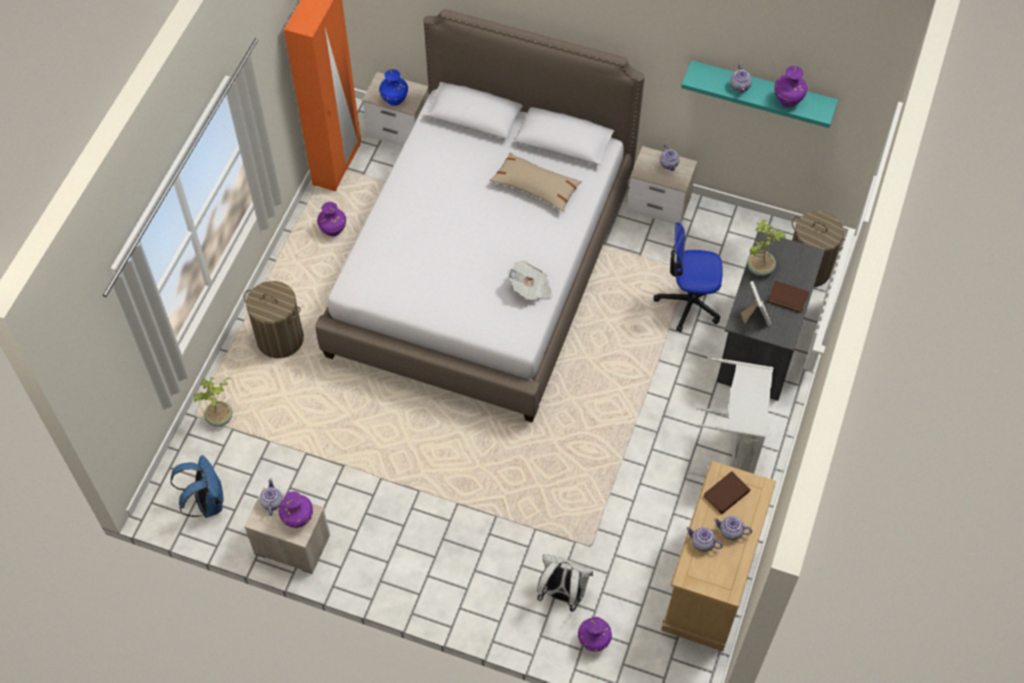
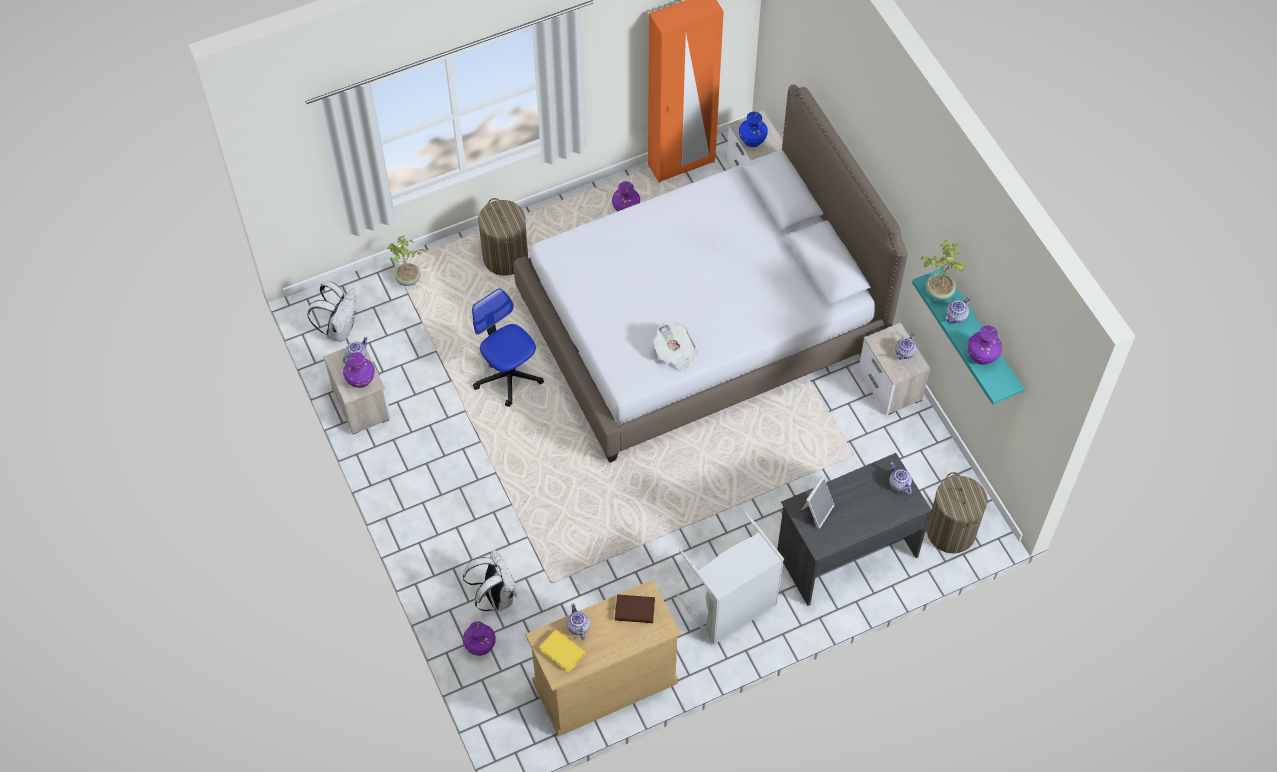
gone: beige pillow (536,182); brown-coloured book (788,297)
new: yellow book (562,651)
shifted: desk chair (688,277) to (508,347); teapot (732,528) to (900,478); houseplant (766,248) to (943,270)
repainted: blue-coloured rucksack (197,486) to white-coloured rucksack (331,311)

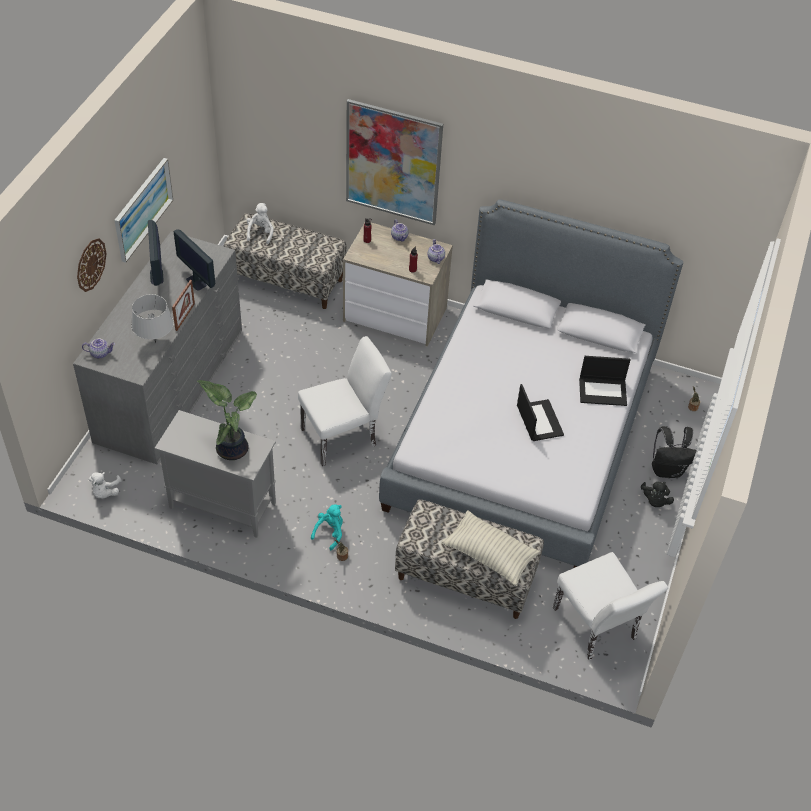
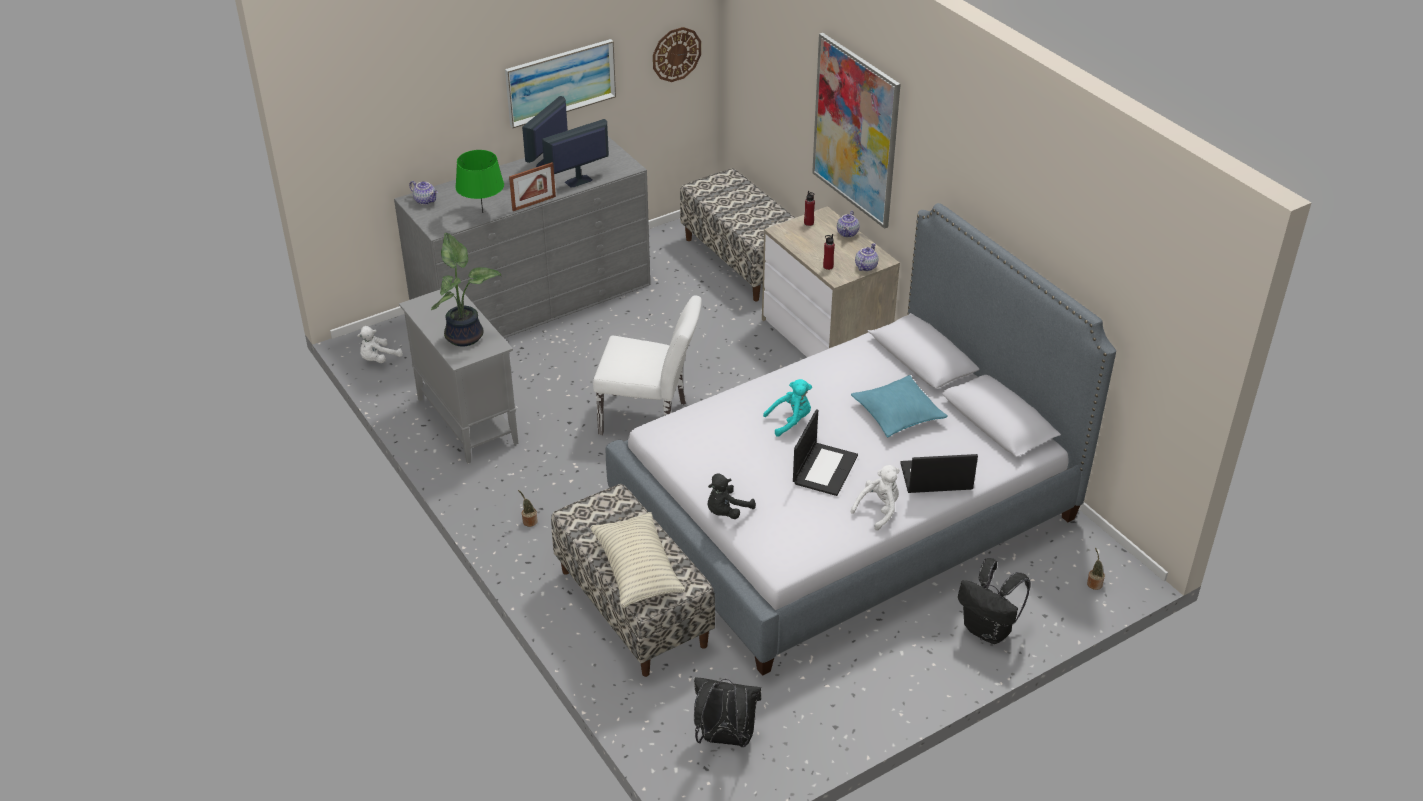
new: turquoise-coloured pillow (899,406)
shifted: wall clock (92,265) to (677,54); white-coloured plush toy (260,223) to (875,498); turquoise-coloured plush toy (327,527) to (787,408); blackish plush toy (657,494) to (732,496)
swapped: white-coloured chair (610,606) to blackish rucksack (727,712)
repainted: greyish lamp for a table (152,318) to greenish lamp for a table (479,181)
rotated: monitor (194,260) = (575,153) 60 degrees clockwise; laptop (604,381) = (939,473) 135 degrees clockwise

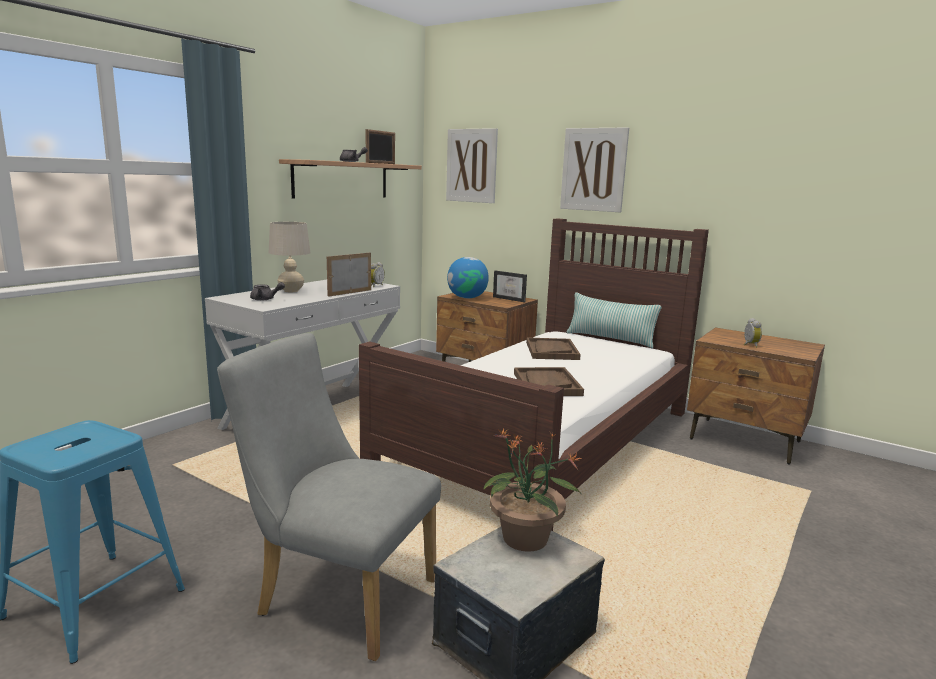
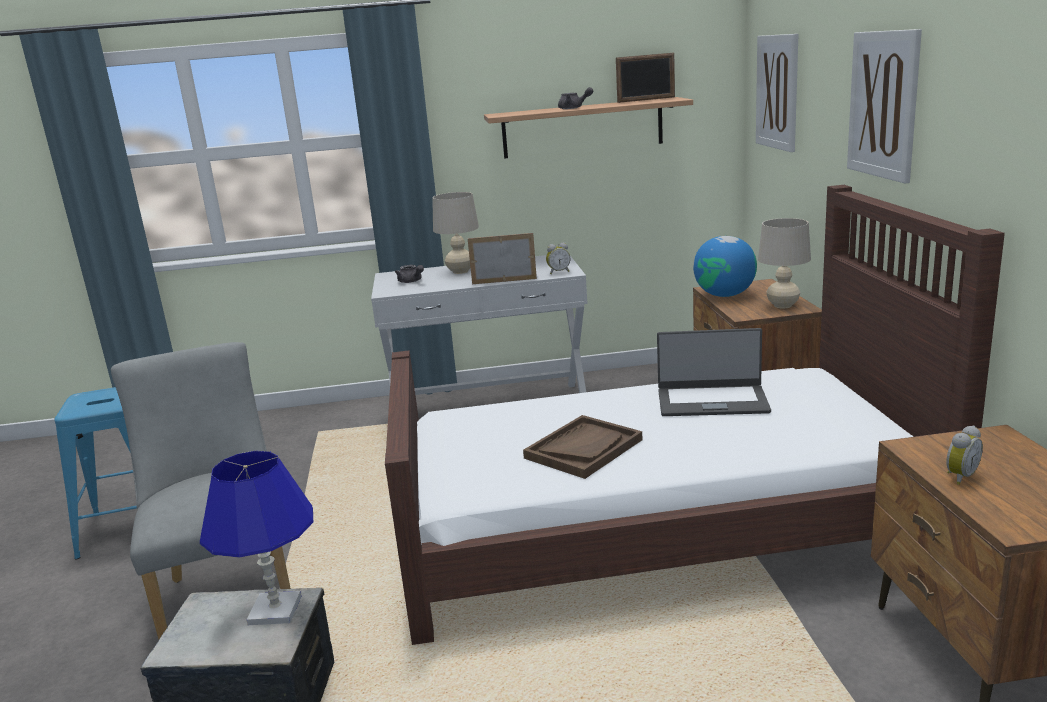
gone: pillow (613,320)
swapped: houseplant (533,490) to blue-coloured lamp for a table (256,538); standing frame (510,286) to beige lamp for a table (784,263); brown-coloured carrying tray (553,348) to laptop (714,372)

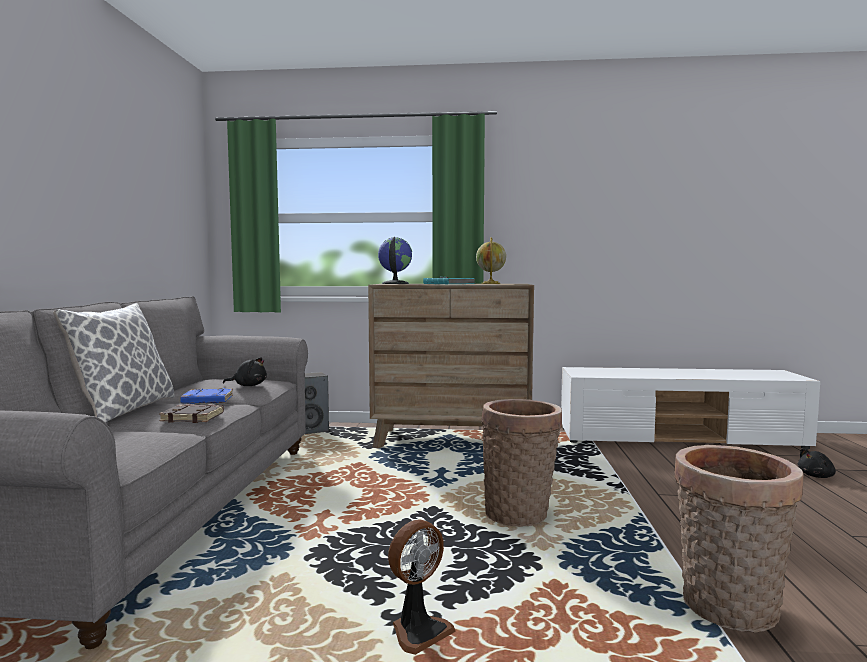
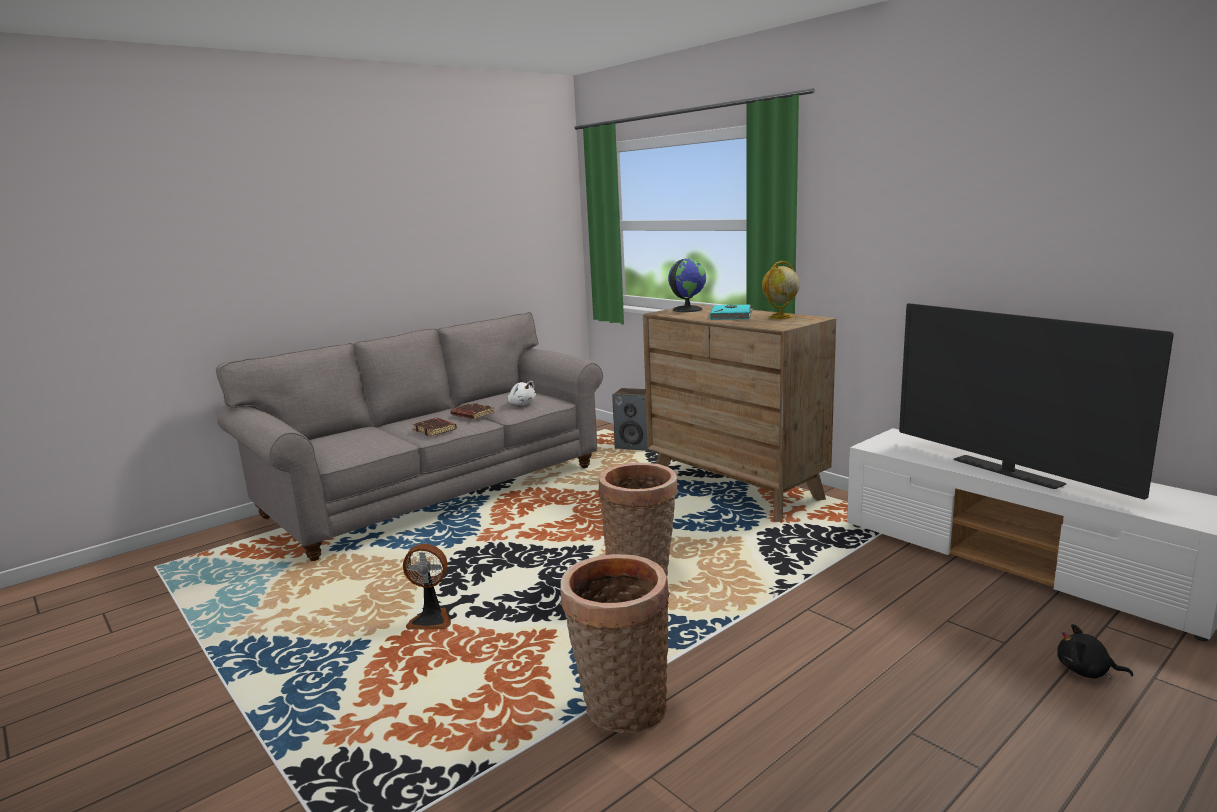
gone: pillow (114,363)
new: TV (1036,401)
repainted: blue-coloured book (206,396) to brown-coloured book (472,411); blackish plush toy (245,371) to white-coloured plush toy (522,393)

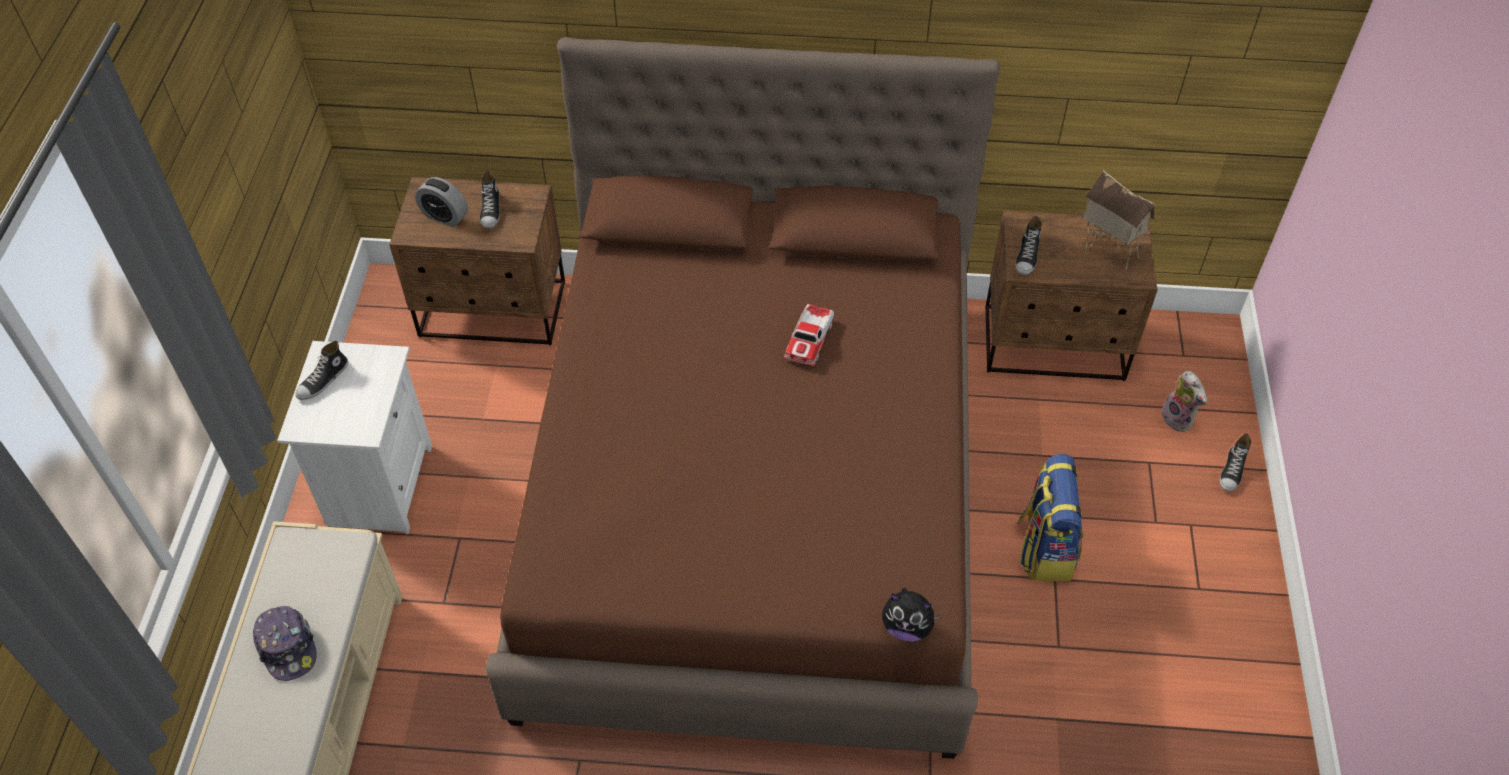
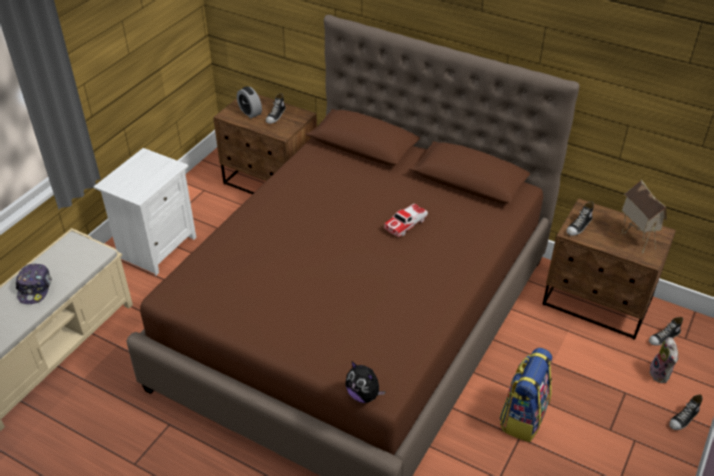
shifted: shoe (321,370) to (666,331)

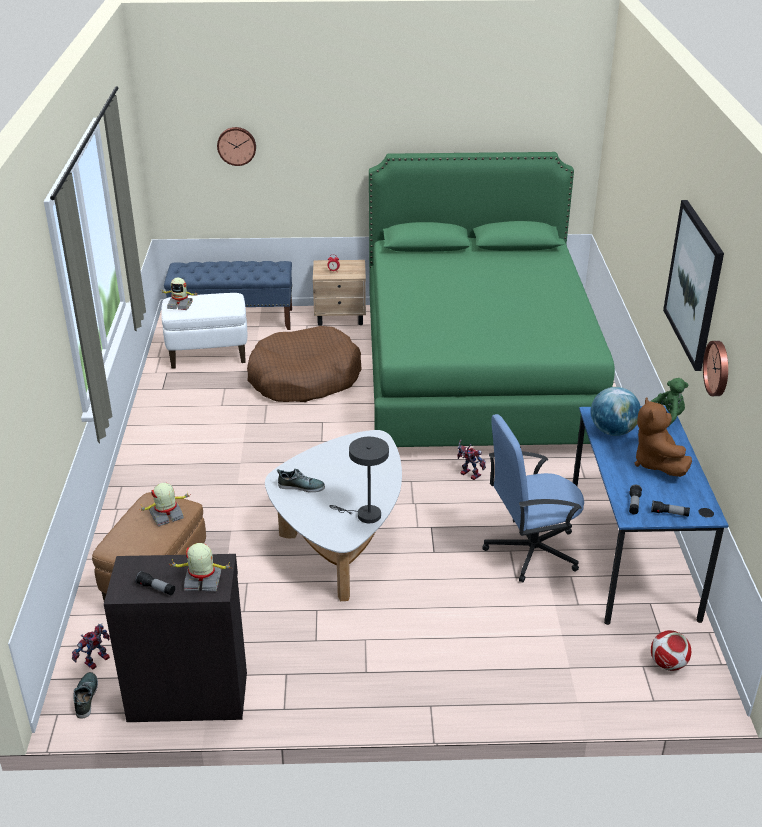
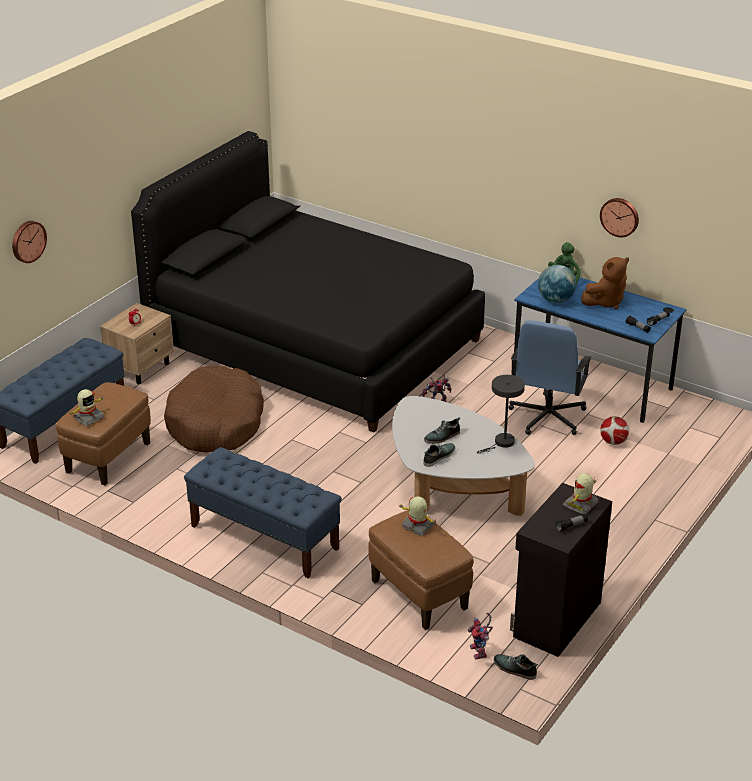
gone: wall art (693,285)
new: blue-coloured long seat (263,512); shoe (442,430)
shifted: football (671,650) to (614,430)
repainted: white-coloured pouffe (204,331) to brown-coloured pouffe (103,433); greenish bed (492,299) to blackish bed (308,281)
rotated: robot figure (164,504) = (417,516) 120 degrees clockwise; brown-coloured plush toy (663,437) = (605,283) 60 degrees counterclockwise

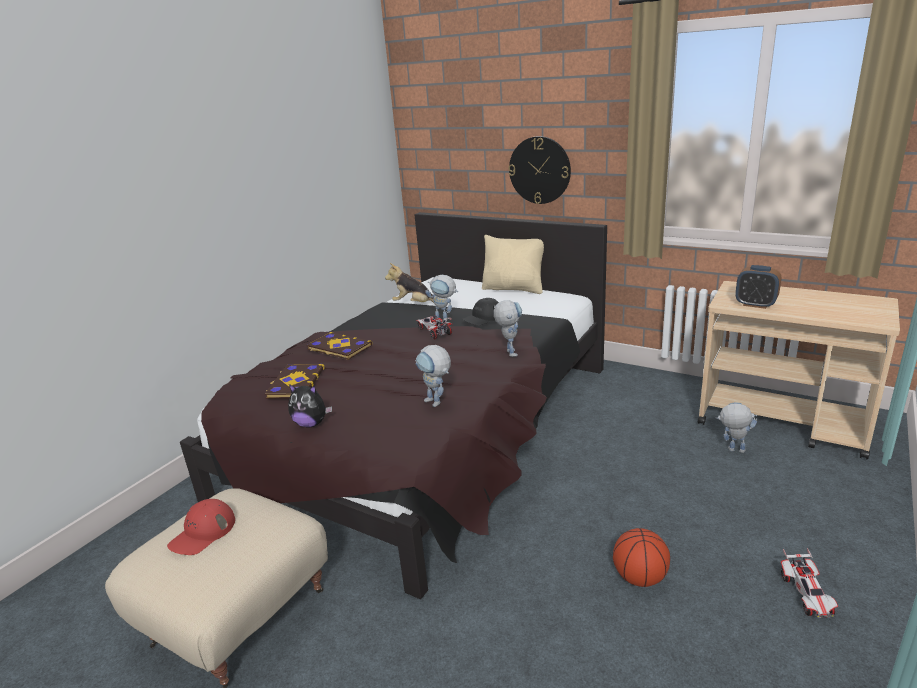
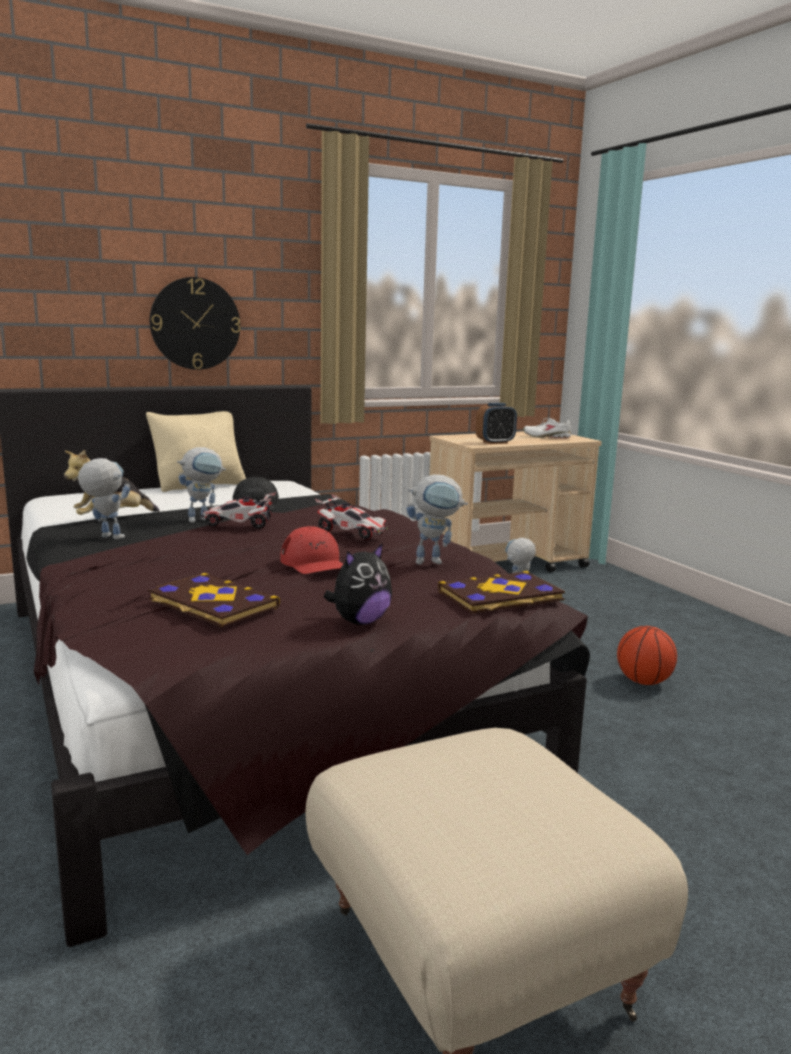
new: white-coloured shoe (547,428)
shifted: red-coloured cap (201,527) to (311,550); book (339,346) to (501,592); robot figure (508,328) to (104,498); toy car (809,583) to (351,517)

